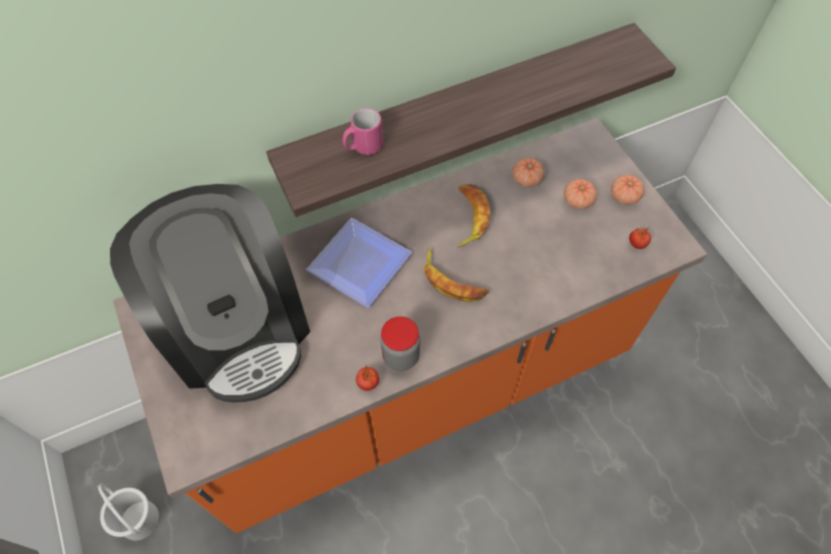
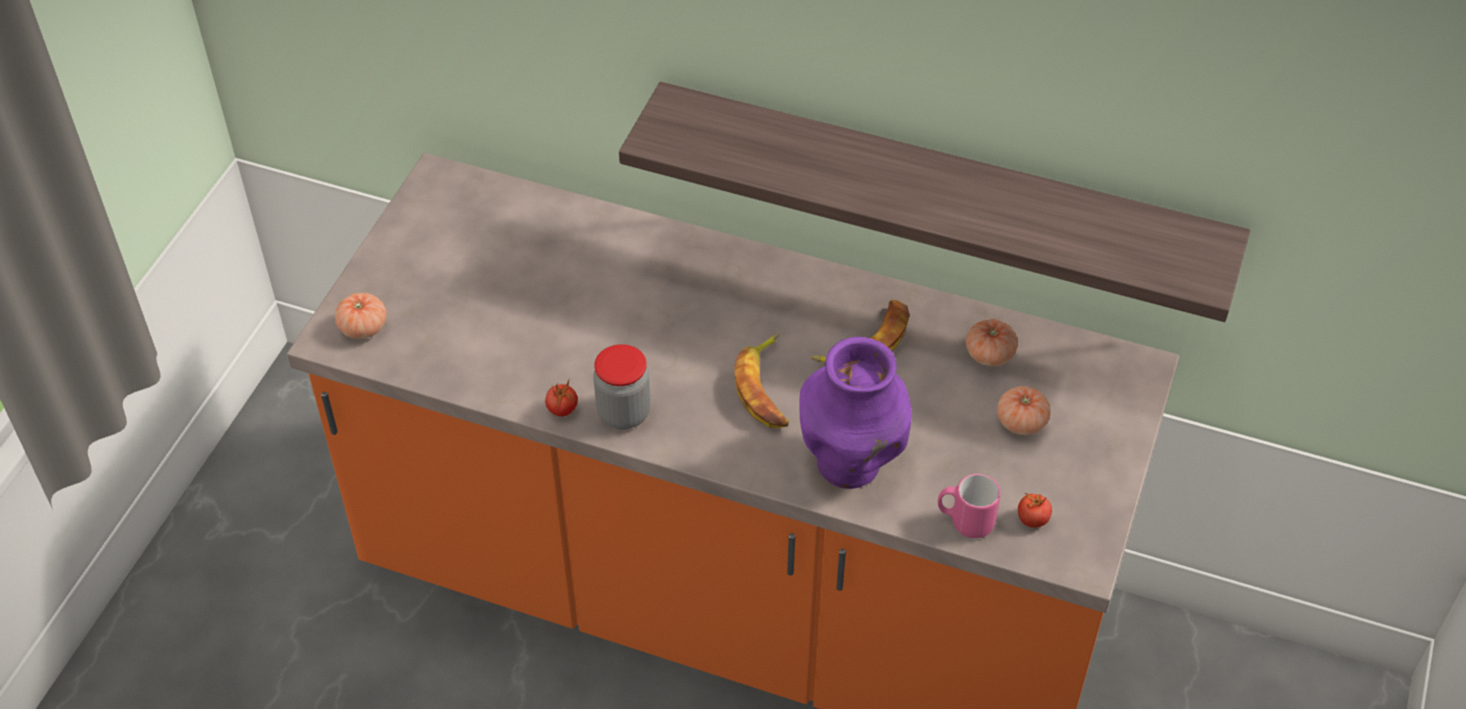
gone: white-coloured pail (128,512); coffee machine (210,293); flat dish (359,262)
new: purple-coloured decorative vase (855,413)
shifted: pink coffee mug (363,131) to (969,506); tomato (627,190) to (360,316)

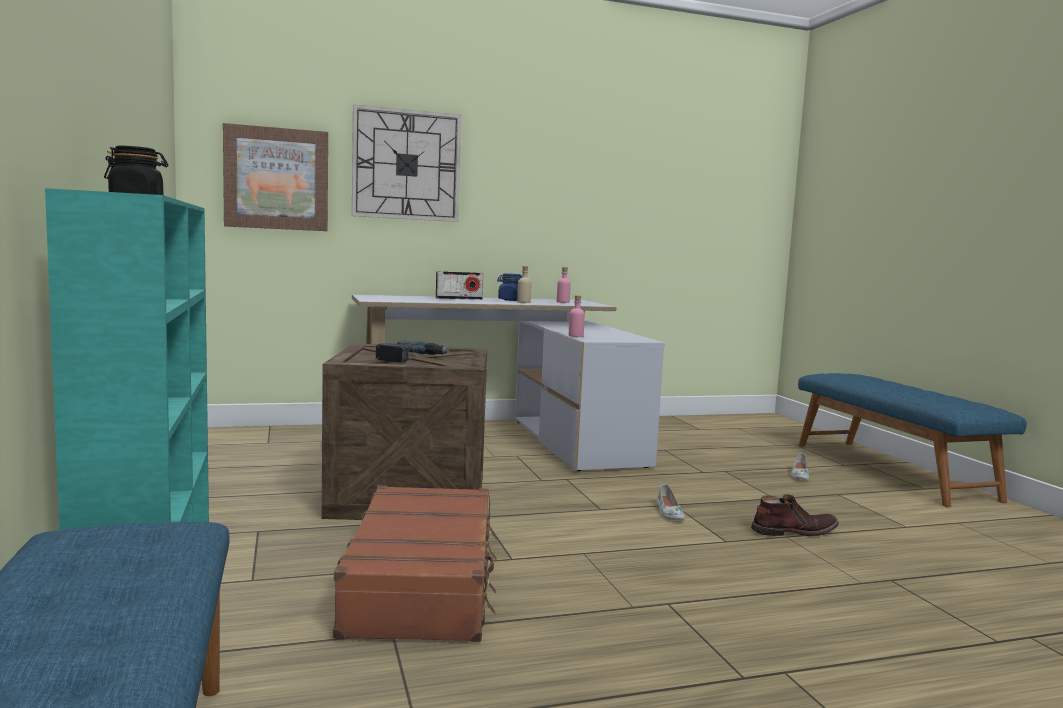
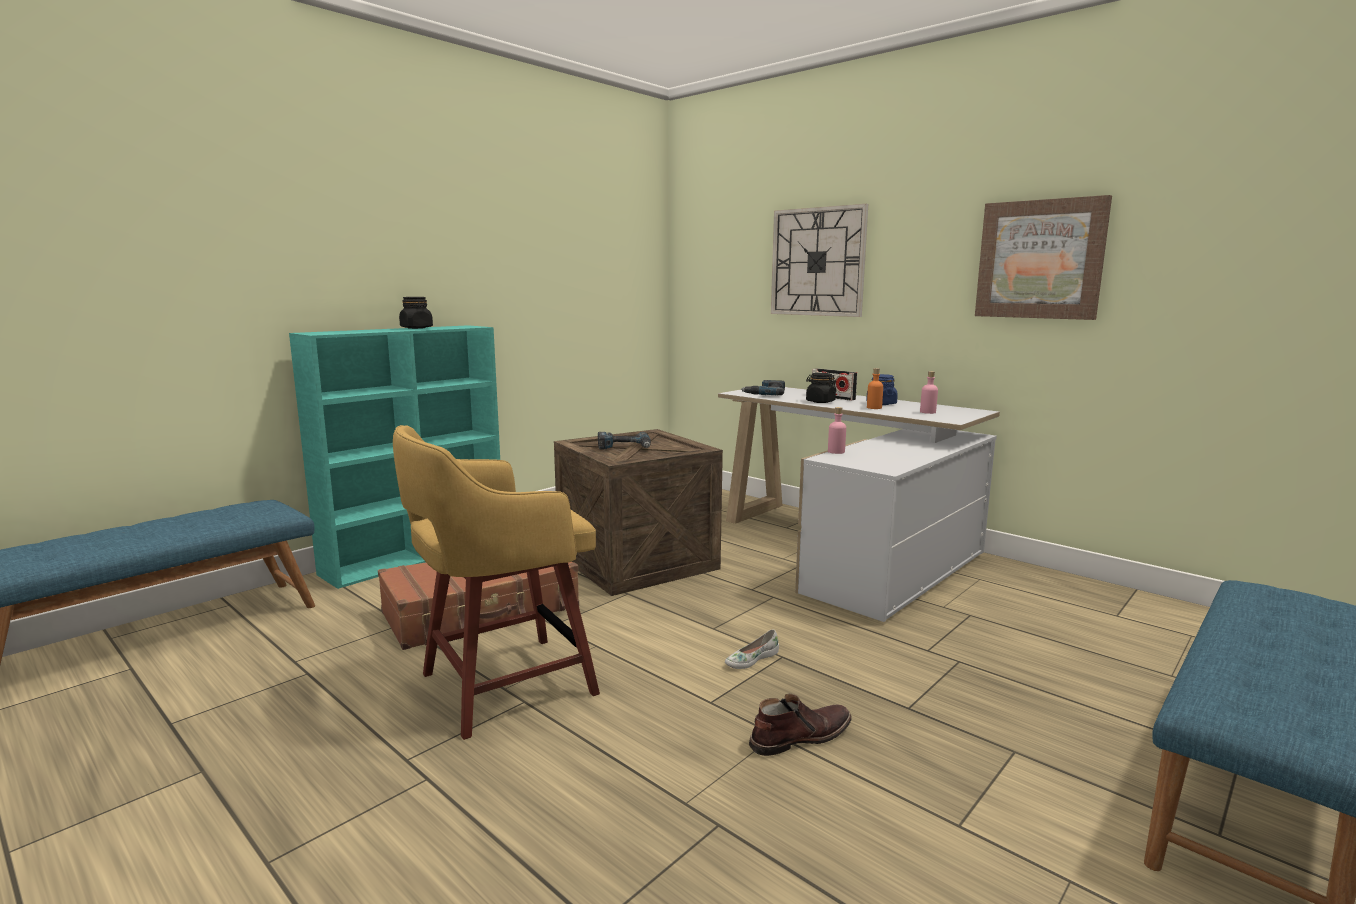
gone: white-coloured shoe (800,466)
new: yellow stool seat (496,582); power drill (763,387); blackish storage jar (821,388)
shifted: wall art (275,177) to (1043,257)
repainted: beige beverage bottle (524,284) to orange-coloured beverage bottle (875,388)
rotated: brown-coloured boot (795,515) = (800,725) 75 degrees counterclockwise

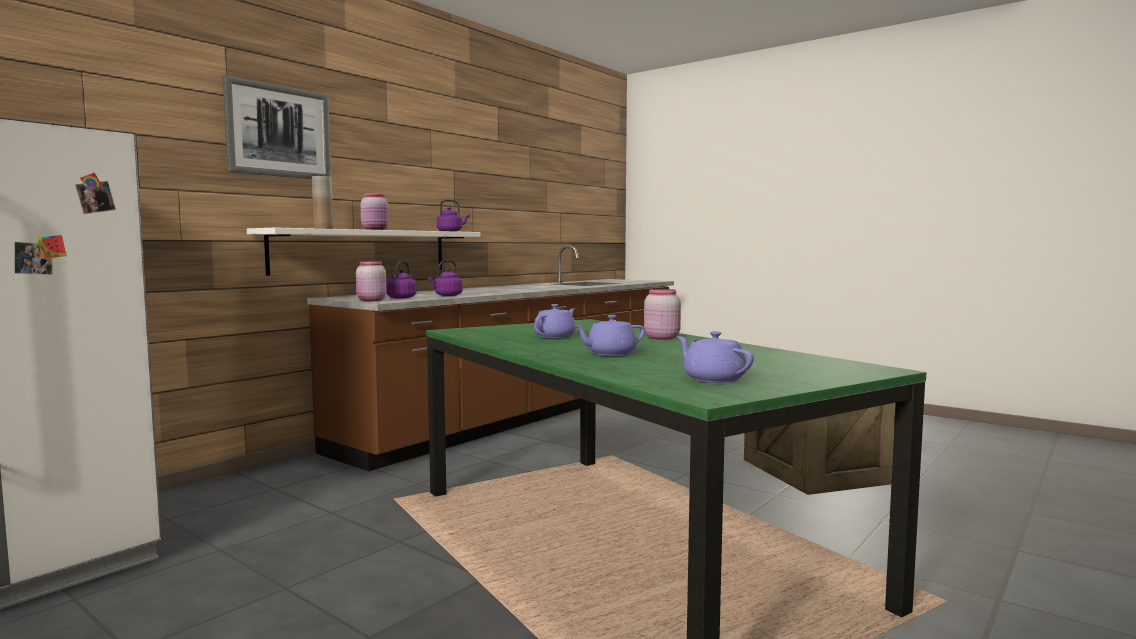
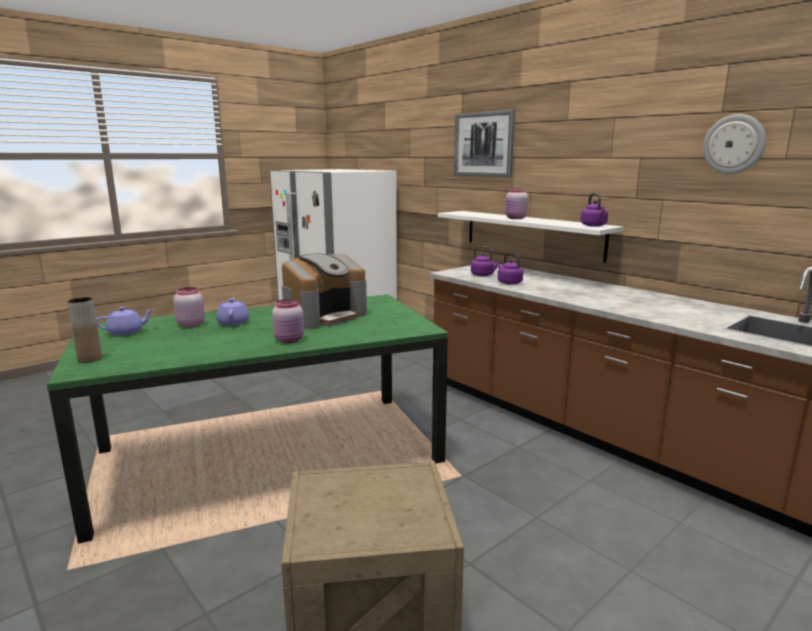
new: wall clock (734,144)
shifted: brown-coloured decorative vase (322,202) to (84,330); pink storage jar (371,281) to (189,307)
swapped: purple-coloured teapot (555,321) to coffee machine (324,292)

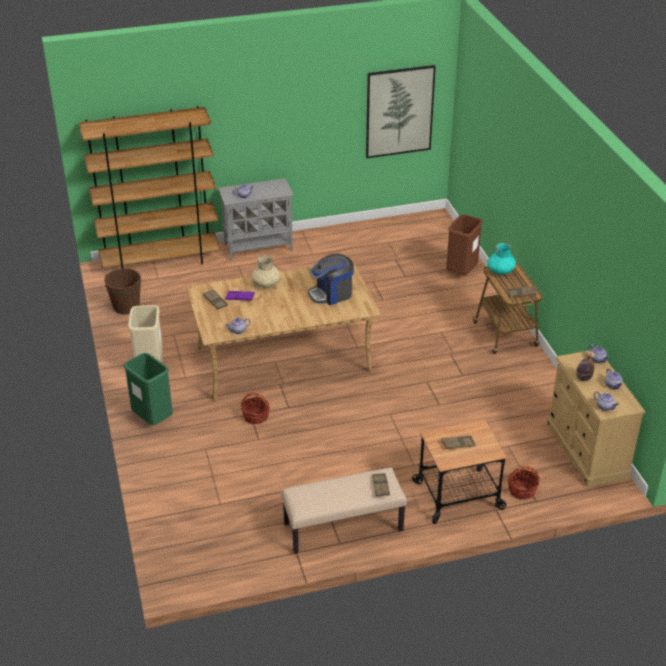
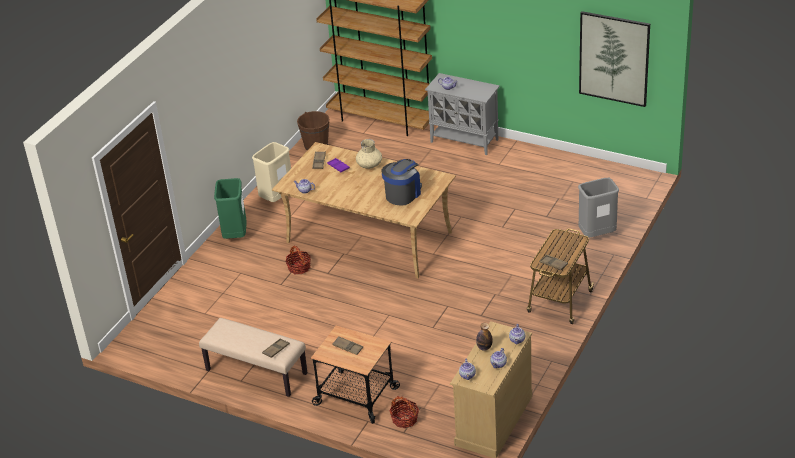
gone: turquoise-coloured decorative vase (501,259)
repainted: brown-coloured waste bin (464,245) to greyish waste bin (598,208)
rotated: coffee machine (331,279) = (401,182) 105 degrees clockwise

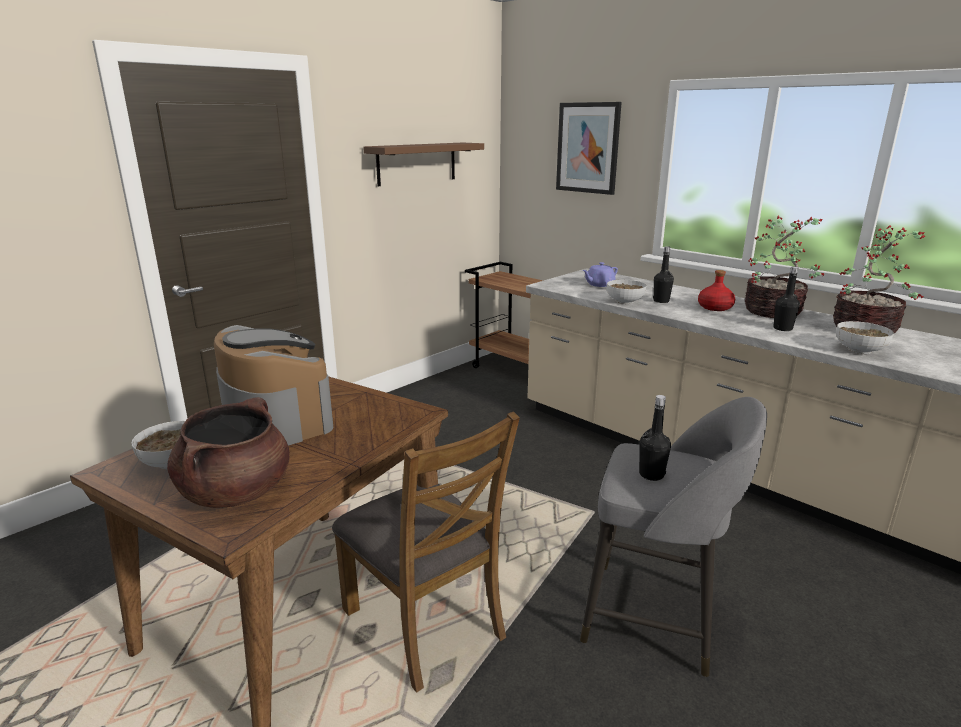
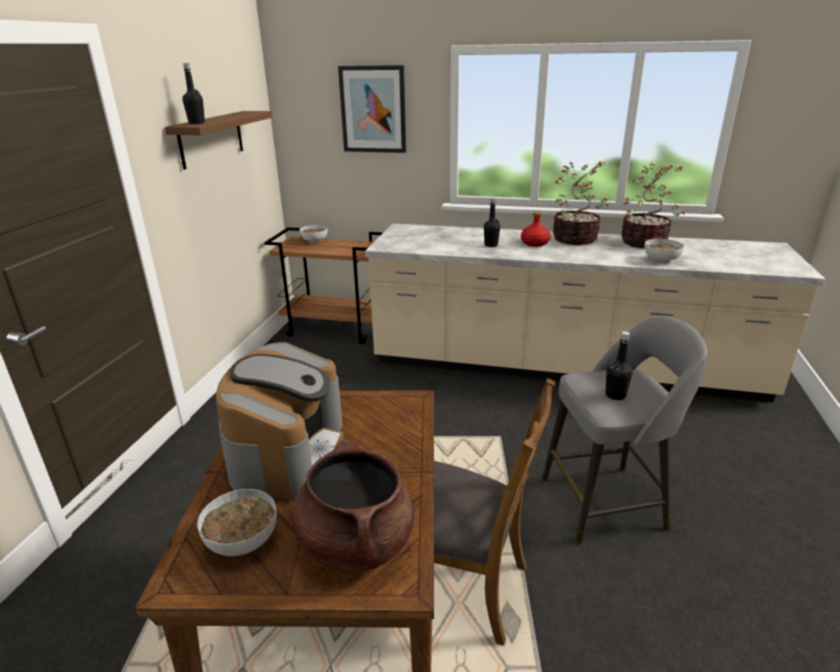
gone: purple-coloured teapot (600,274)
shifted: serving bowl (627,292) to (313,234); blackish beverage bottle (786,298) to (194,93)
rotated: coffee machine (273,385) = (280,421) 75 degrees clockwise

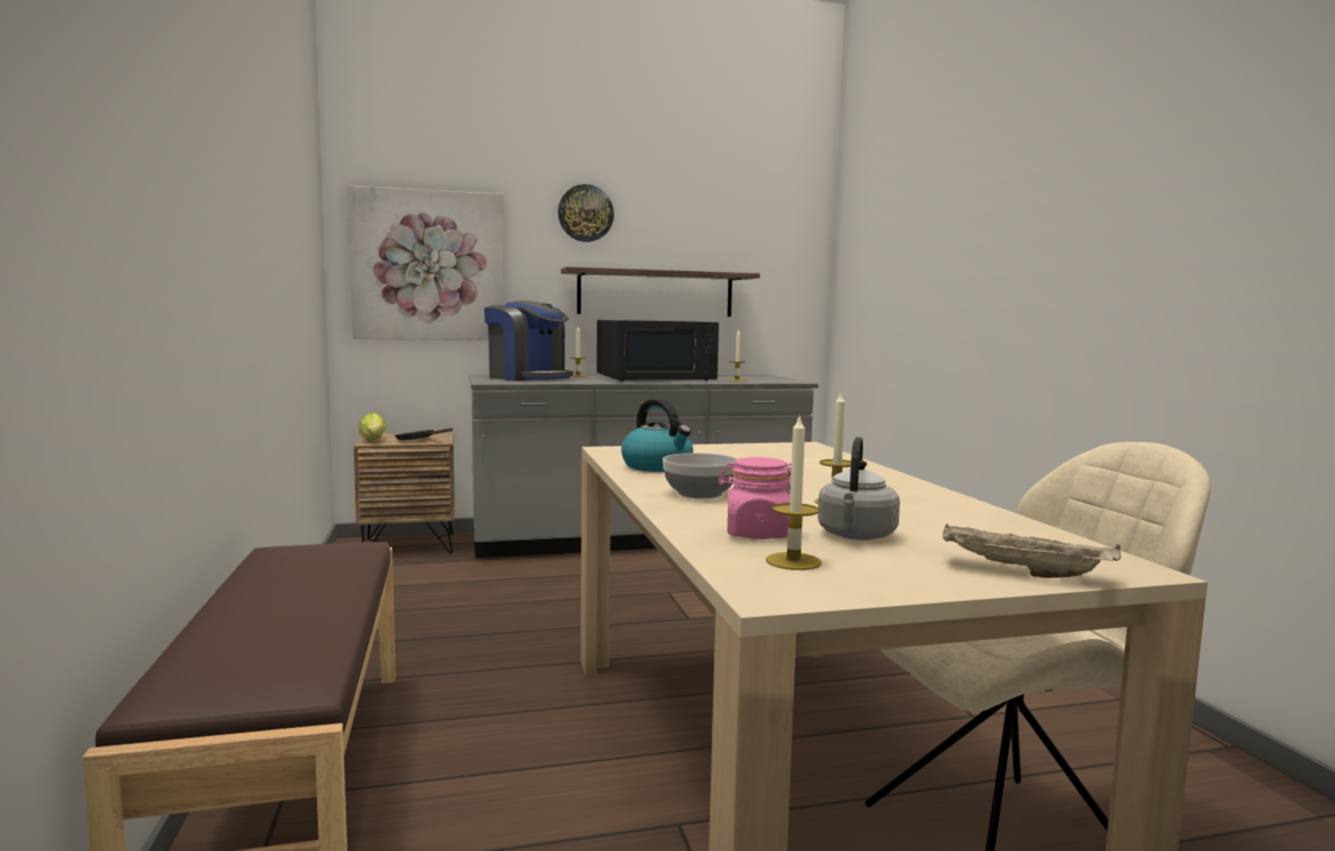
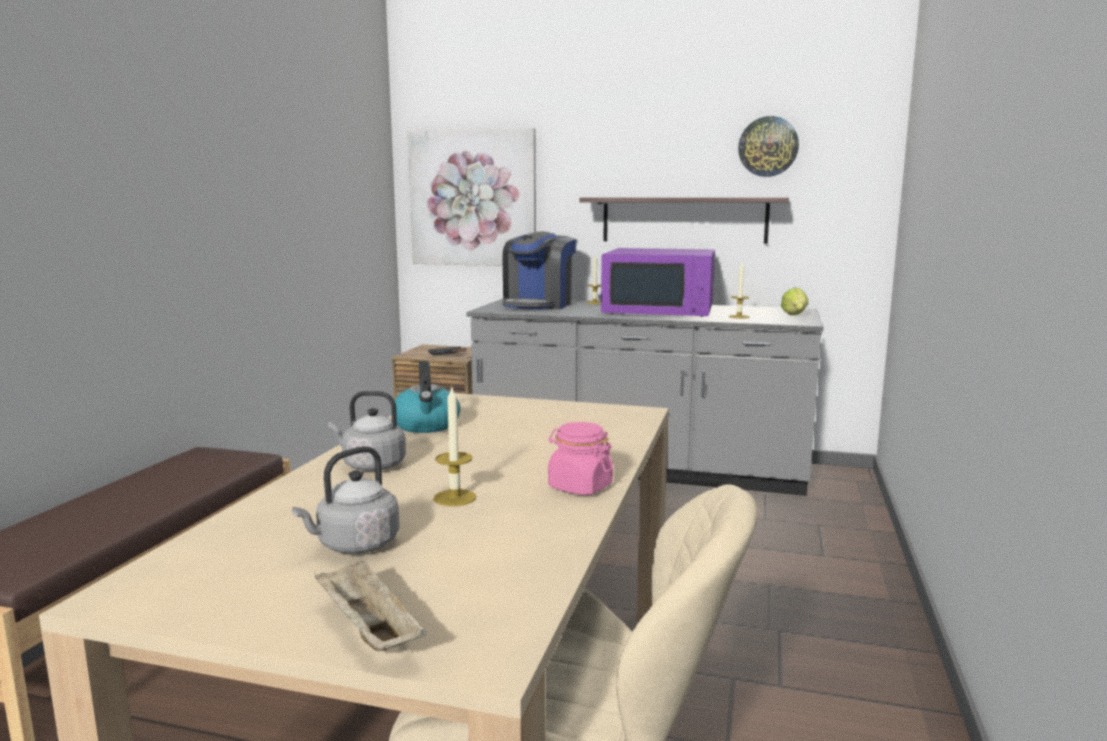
gone: candle (794,491)
shifted: head of lettuce (373,427) to (795,301); wall clock (586,213) to (768,146); pink storage jar (755,498) to (580,458)
swapped: serving bowl (700,476) to greyish water kettle (367,431)
repainted: blackish microwave (658,350) to purple-coloured microwave (658,282)
rotated: coffee machine (528,341) = (539,270) 45 degrees clockwise

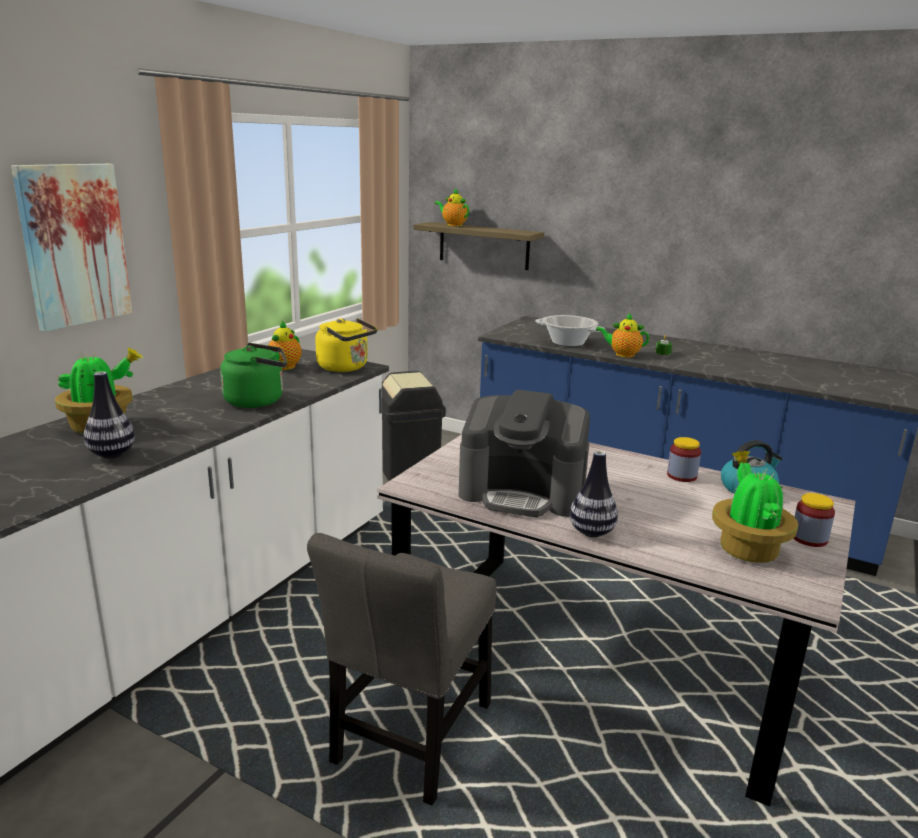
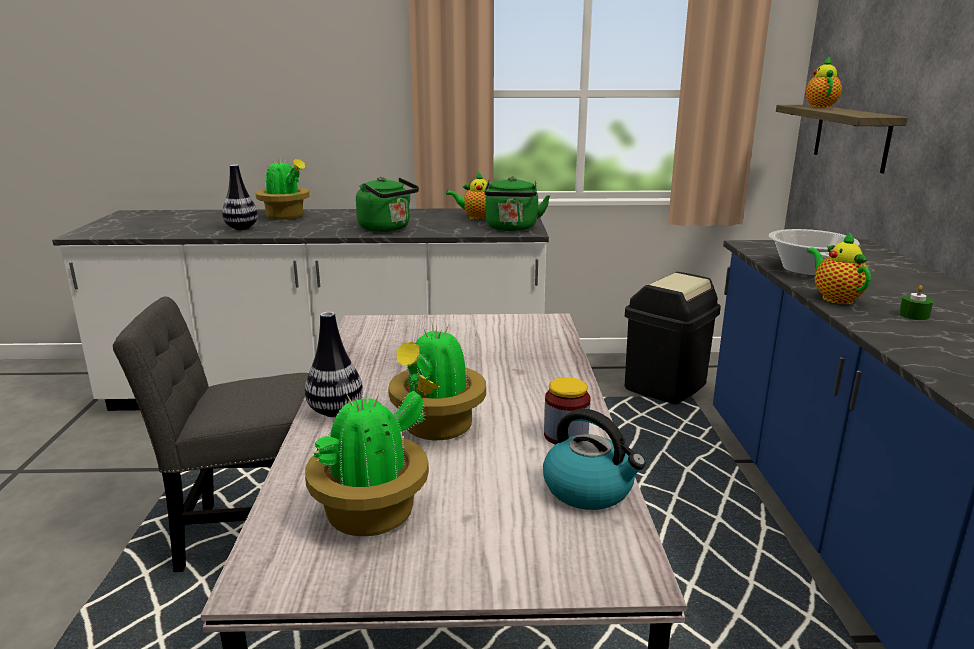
gone: wall art (72,248); coffee machine (524,453); storage jar (814,520)
new: houseplant (437,381)
repainted: yellow water kettle (346,345) to greenish water kettle (517,203)

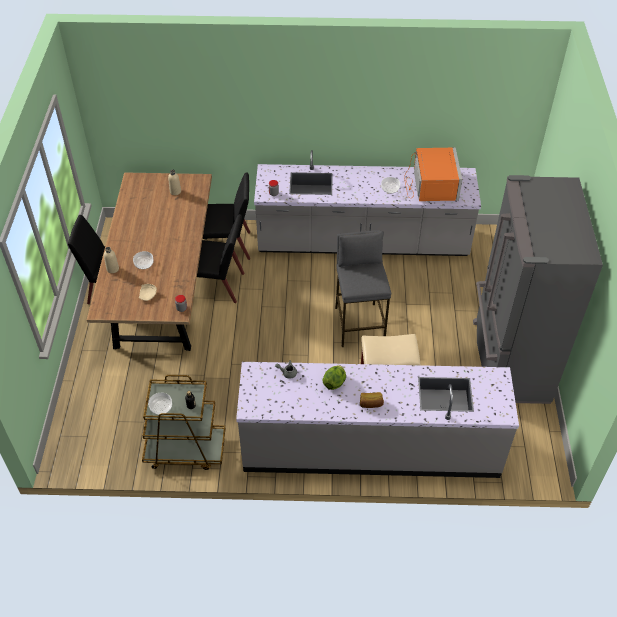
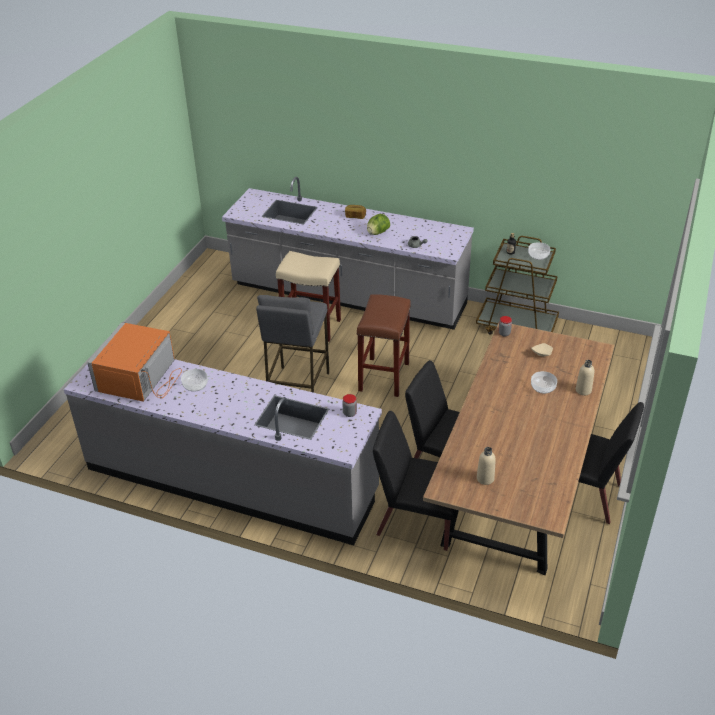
gone: greyish kitchen fridge (538,289)
new: brown-coloured stool seat (384,345)

